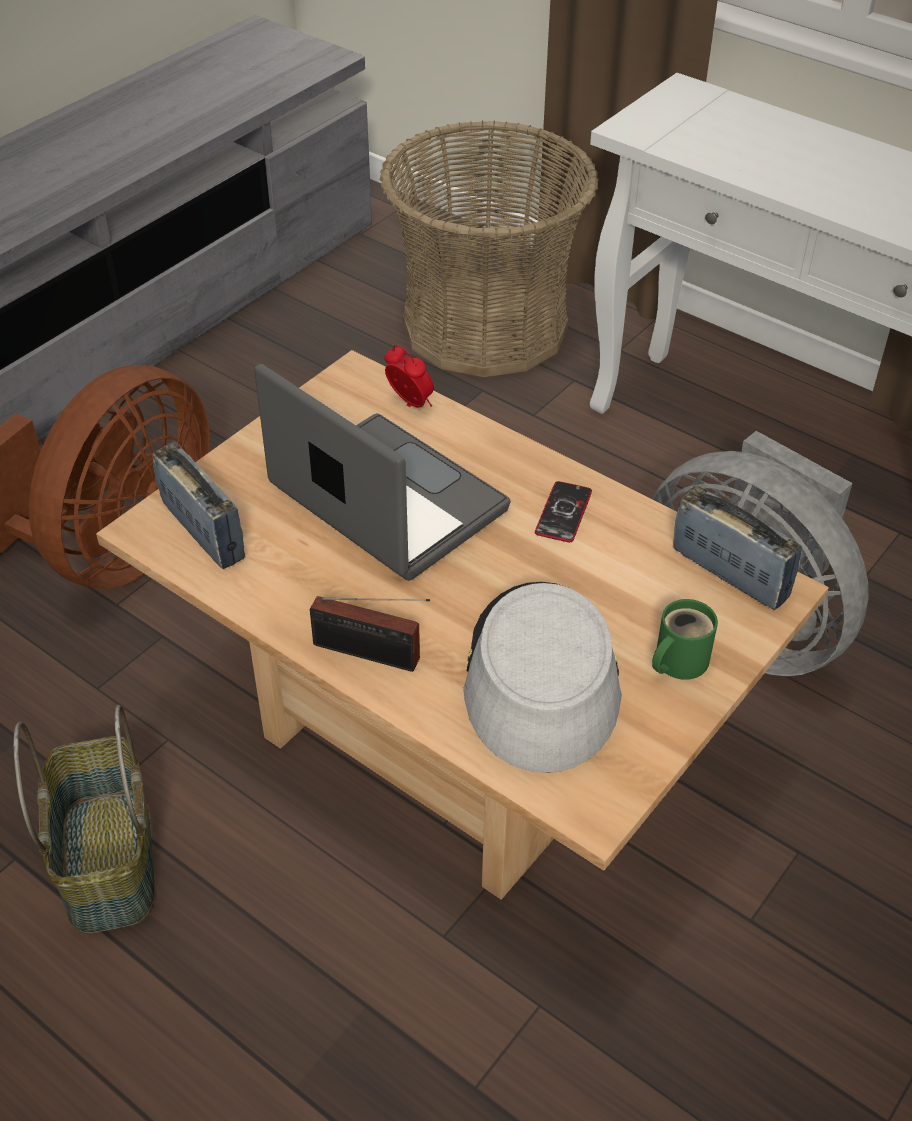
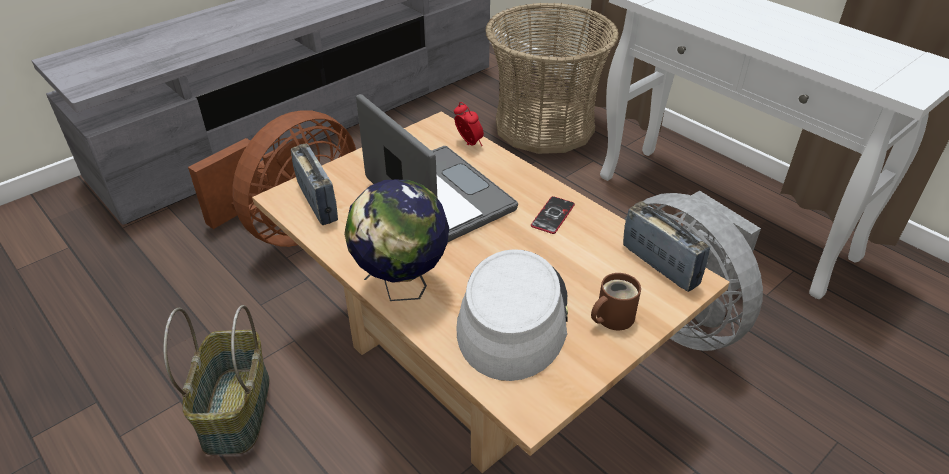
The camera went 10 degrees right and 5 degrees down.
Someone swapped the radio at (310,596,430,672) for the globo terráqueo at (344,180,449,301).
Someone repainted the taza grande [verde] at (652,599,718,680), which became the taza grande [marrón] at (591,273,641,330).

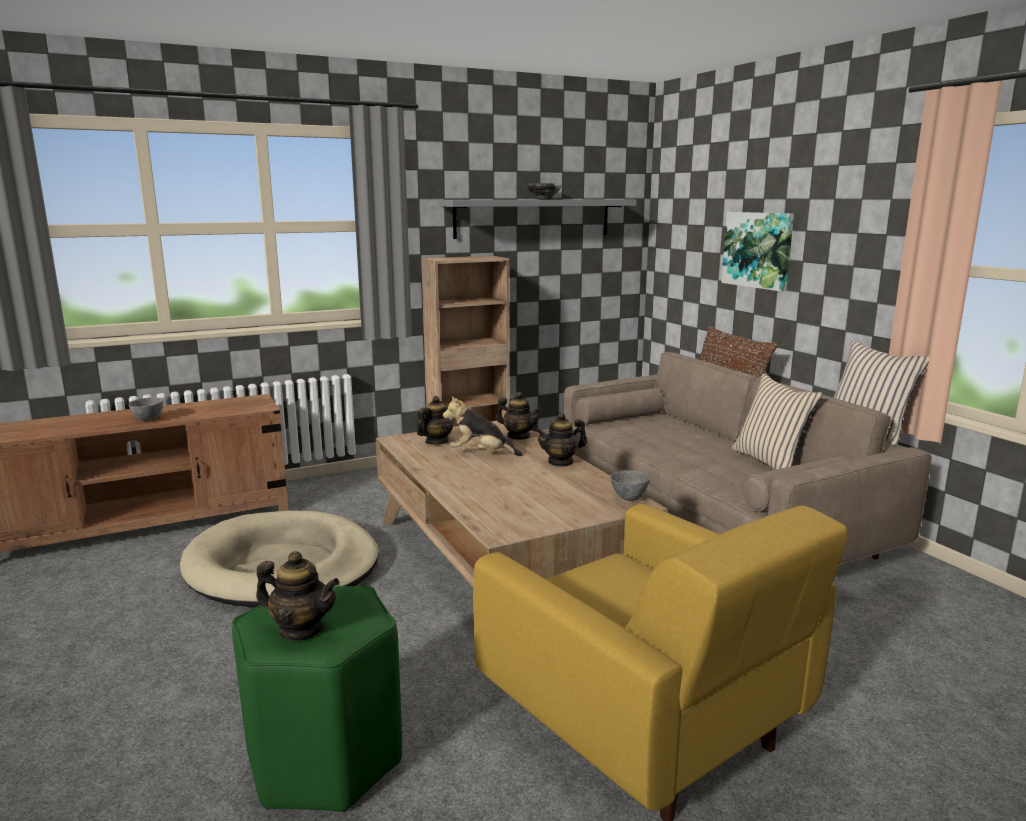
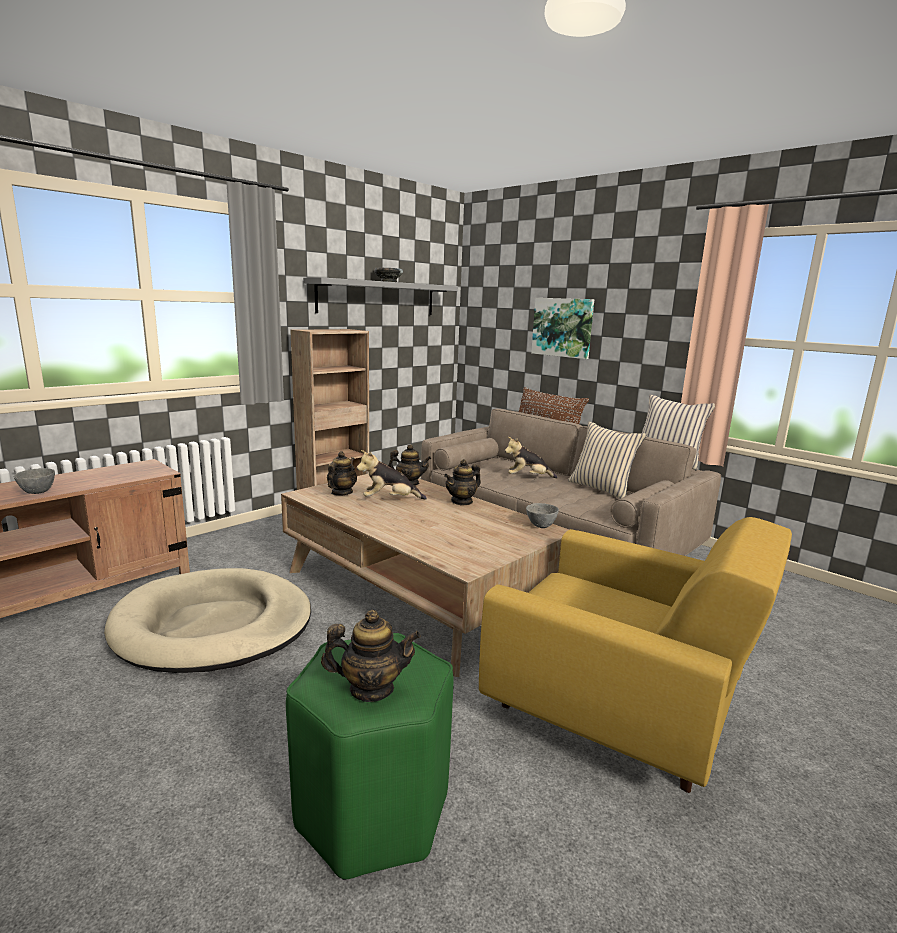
The camera went 20 degrees left and 0 degrees up.
Someone put down the peluche at (505,437,557,478).

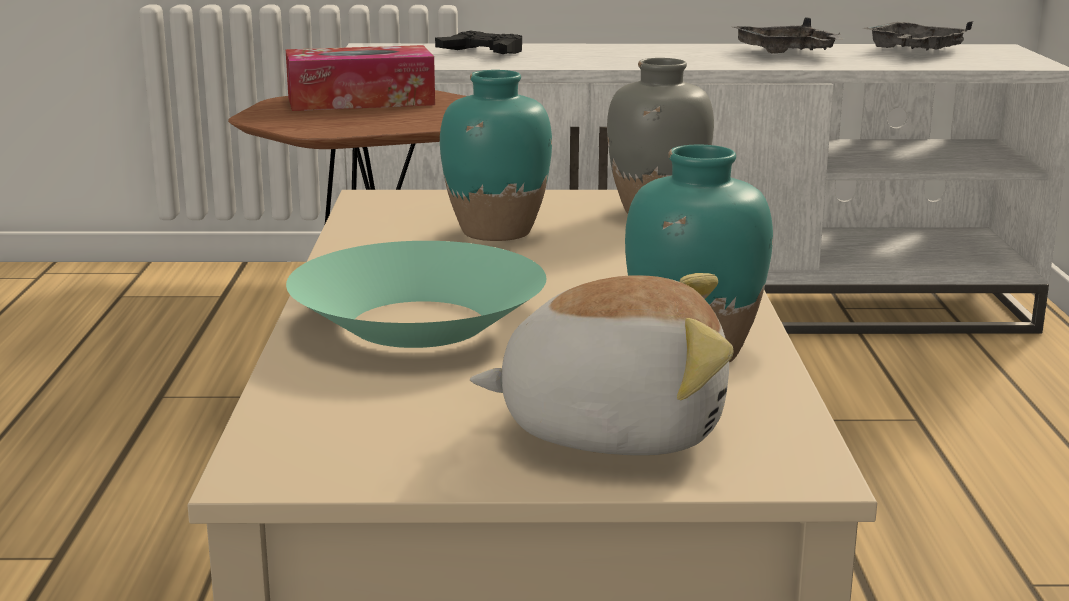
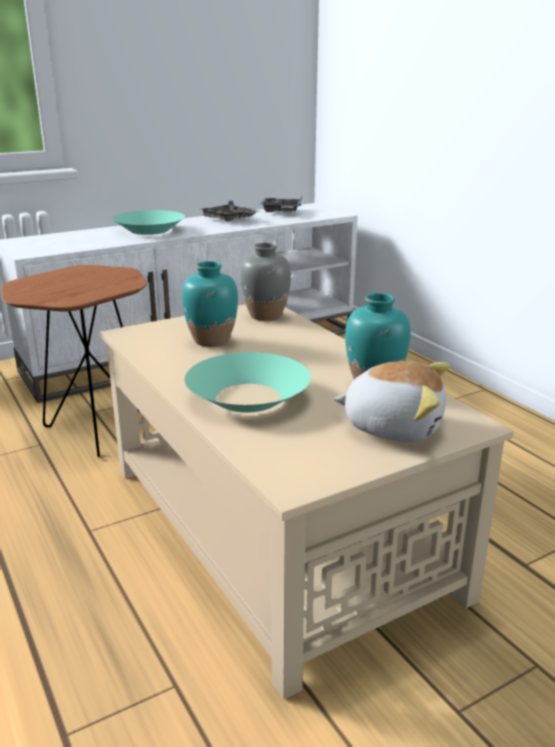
The camera went 30 degrees left and 5 degrees up.
Someone put down the cuenco [turquesa] at (112,210,185,235).
Someone rotated the peluche at (470,273,734,456) by 45 degrees clockwise.
Someone took away the caja de pañuelos at (286,45,435,111).
Someone took away the mando de consola [negro] at (435,31,522,54).

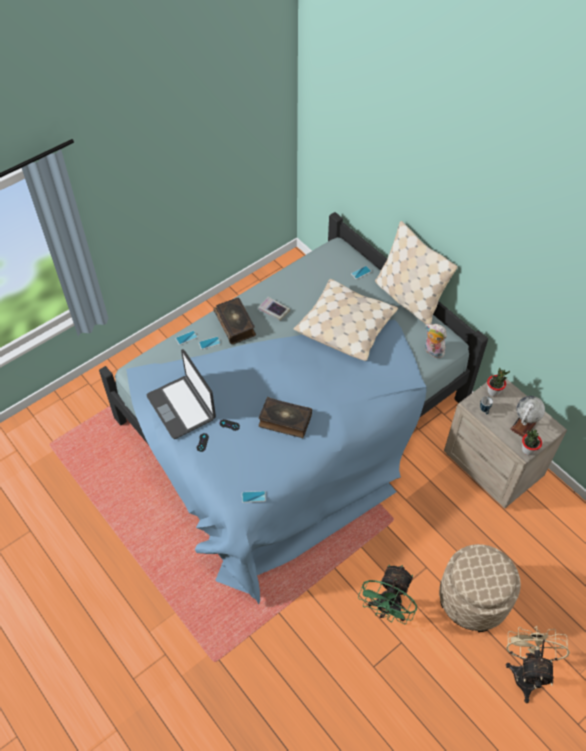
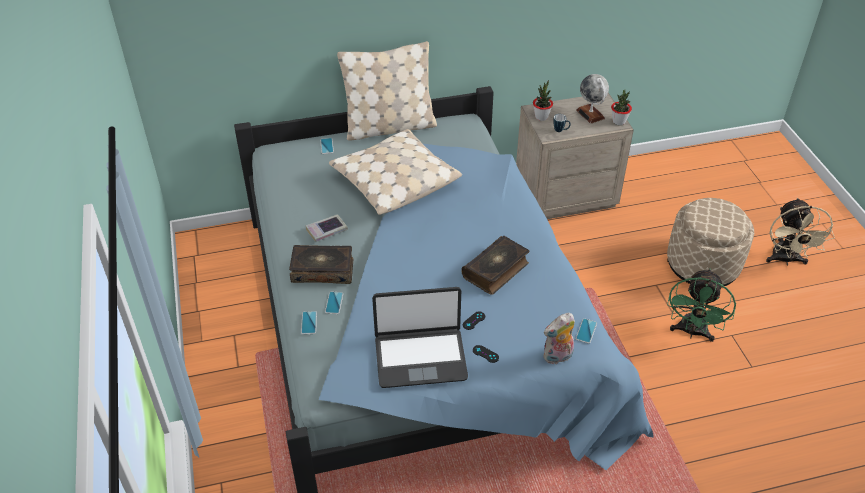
The camera went 65 degrees left and 10 degrees down.
Someone carried the peluche from (425,324,447,358) to (543,313,575,364).
Someone rotated the ventilador [verde] at (358,565,417,625) by 60 degrees clockwise.
Someone rotated the ventilador [beis] at (506,626,570,703) by 120 degrees counterclockwise.

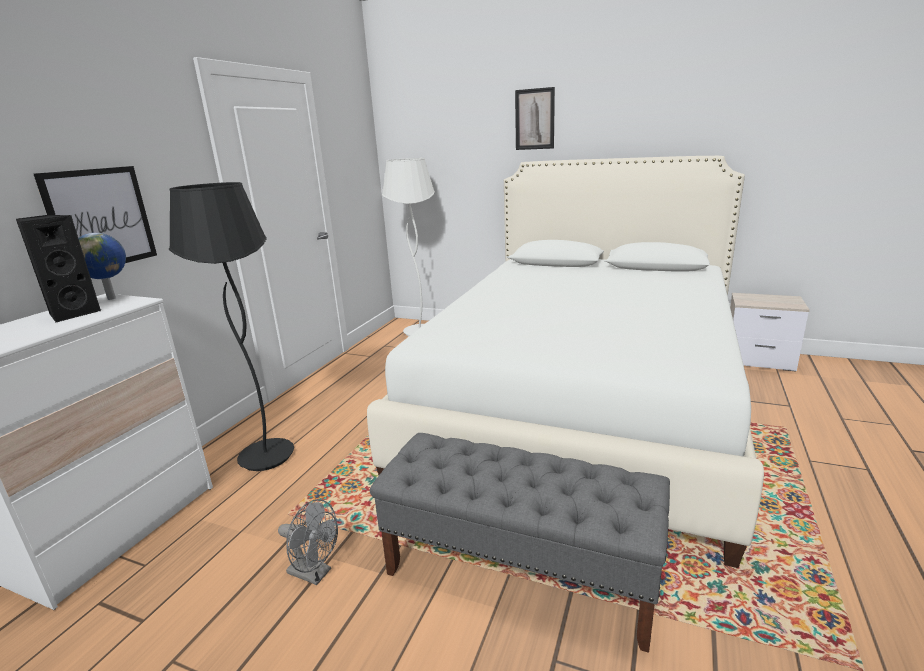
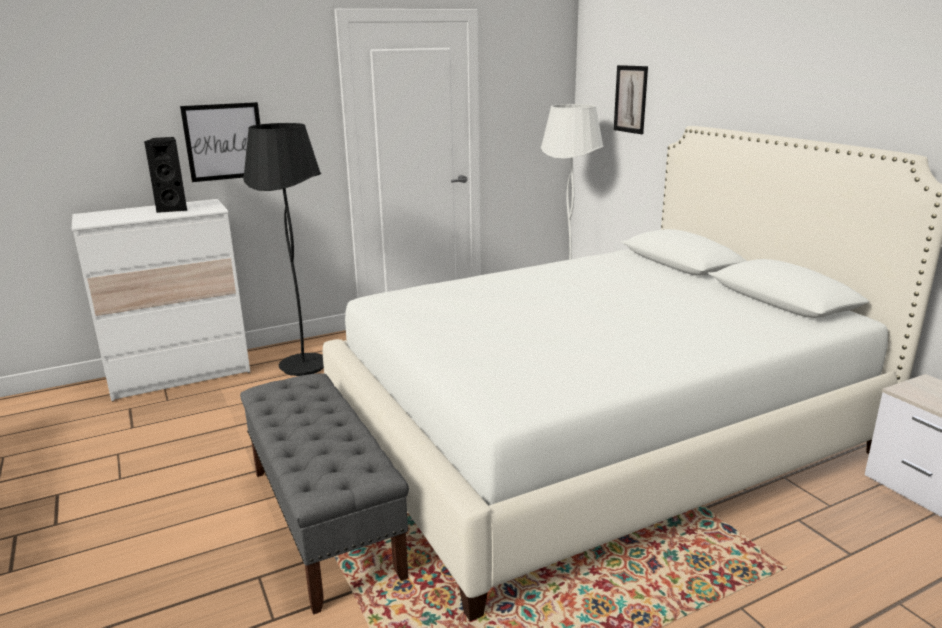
The camera went 40 degrees right and 0 degrees up.
Someone carried the cuadro from (515,87,555,150) to (614,65,648,134).
Someone took away the globo terráqueo at (78,233,126,300).
Someone took away the ventilador [gris] at (278,499,338,585).

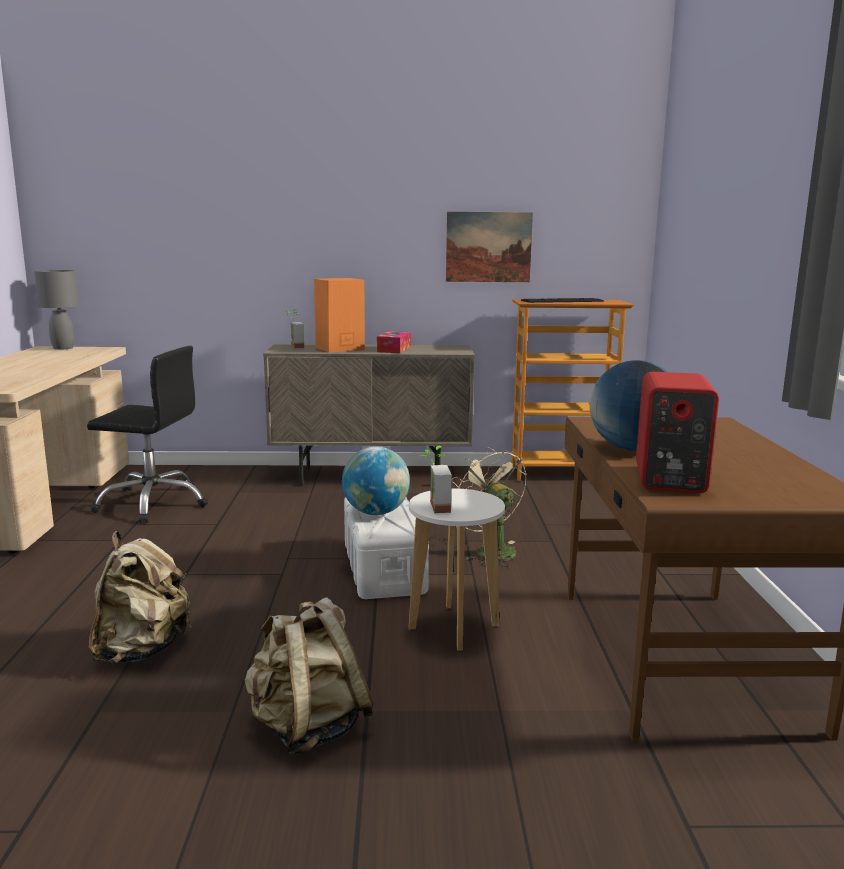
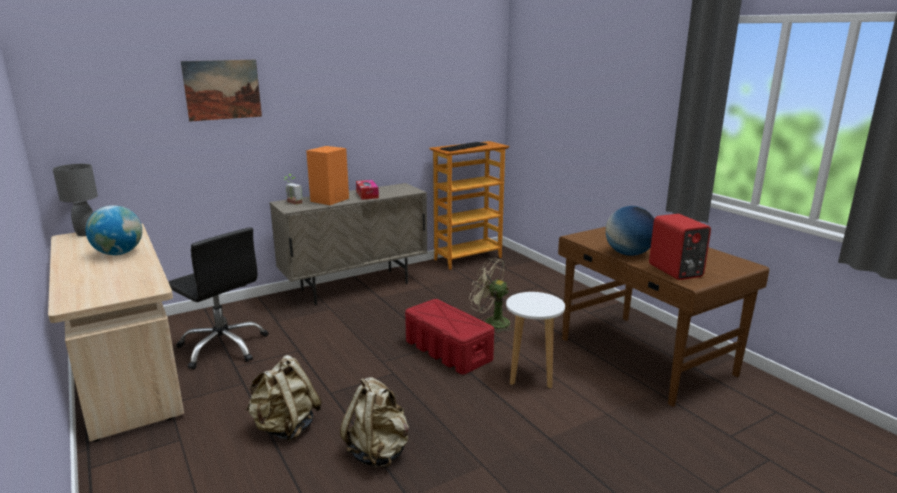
The camera went 30 degrees left and 5 degrees up.
Someone carried the globo terráqueo from (342,447,410,515) to (86,205,142,255).
Someone rotated the silla de oficina [negro] at (87,346,208,523) by 60 degrees clockwise.
Someone carried the cuadro from (446,212,533,282) to (181,60,262,122).
Someone carried the mochila [beis] from (245,597,374,755) to (246,355,322,442).
Someone repainted the caja de almacenaje [blanco] at (344,498,429,599), which became the caja de almacenaje [rojo] at (405,299,494,375).
Someone took away the planta en maceta at (420,446,452,513).

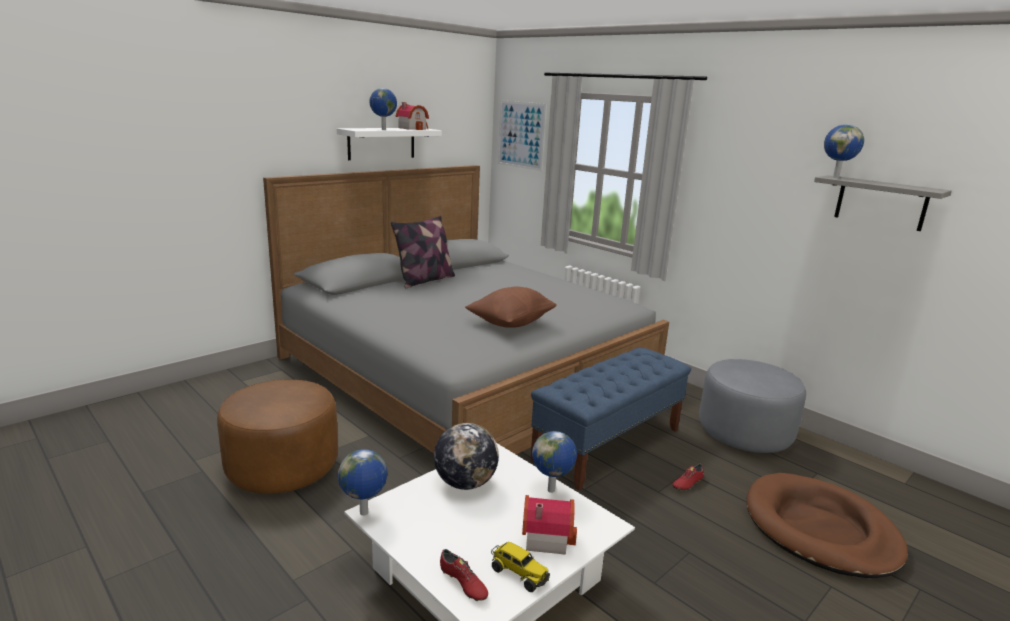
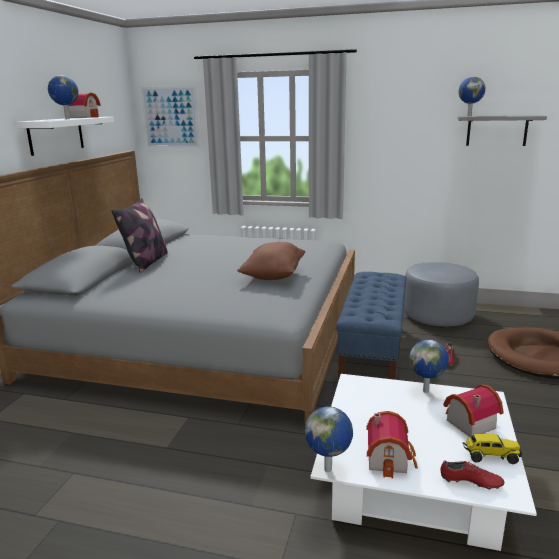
The camera went 30 degrees left and 0 degrees up.
Someone put down the casita at (366,411,418,478).
Someone took away the puf [marrón] at (217,379,338,494).
Someone took away the globo terráqueo at (434,423,499,490).

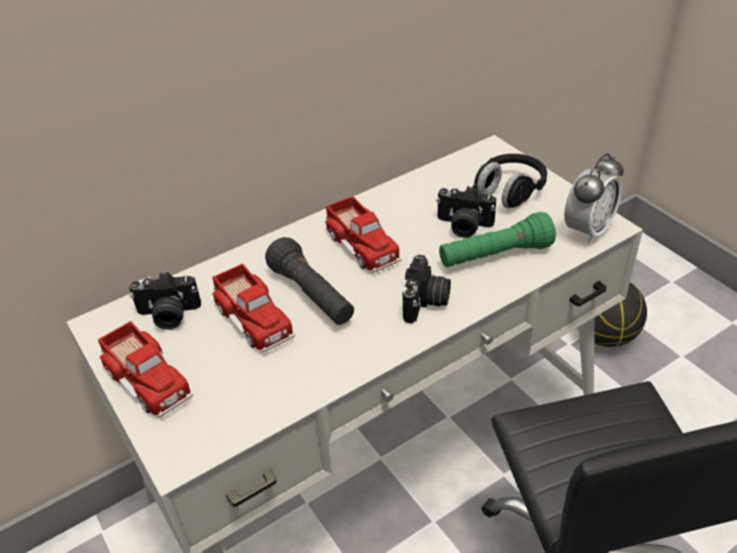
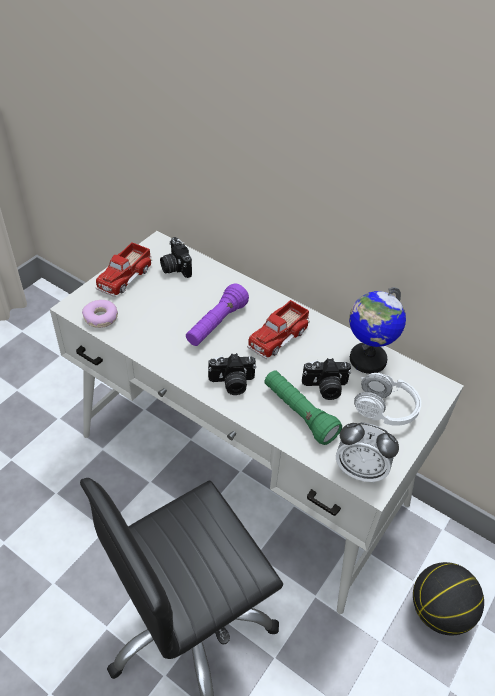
The camera went 65 degrees right and 5 degrees up.
Someone put down the rosquilla at (82,300,118,328).
Someone repainted the linterna [negro] at (265,237,354,325), which became the linterna [morado] at (186,283,249,346).
Someone rotated the cámara at (436,186,496,238) by 90 degrees counterclockwise.
Someone put down the globo terráqueo at (349,287,406,374).
Someone repainted the auriculares [negro] at (472,154,547,208), which became the auriculares [blanco] at (354,373,421,426).
Someone took away the camión de juguete at (212,264,295,352).

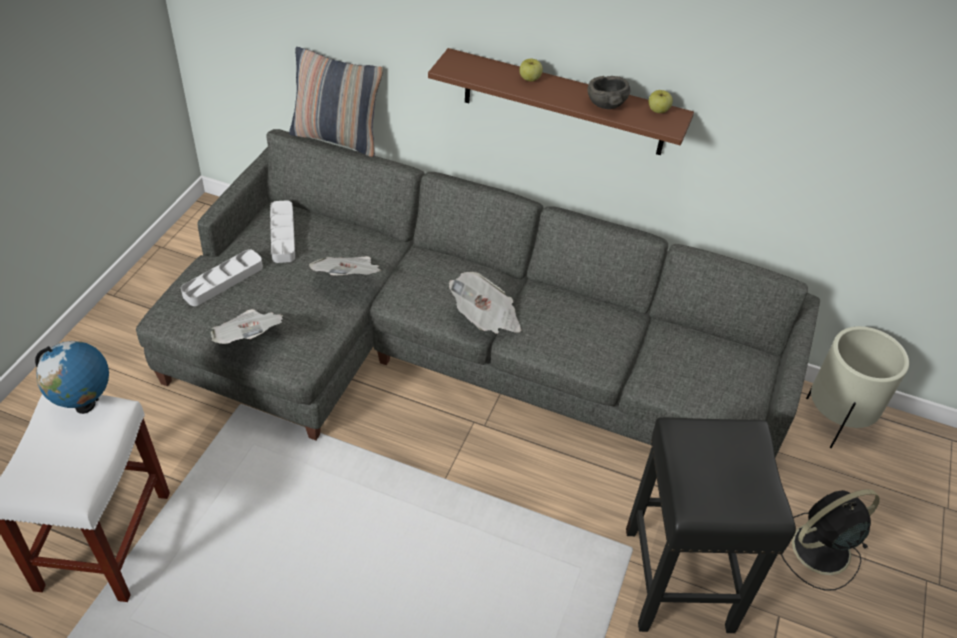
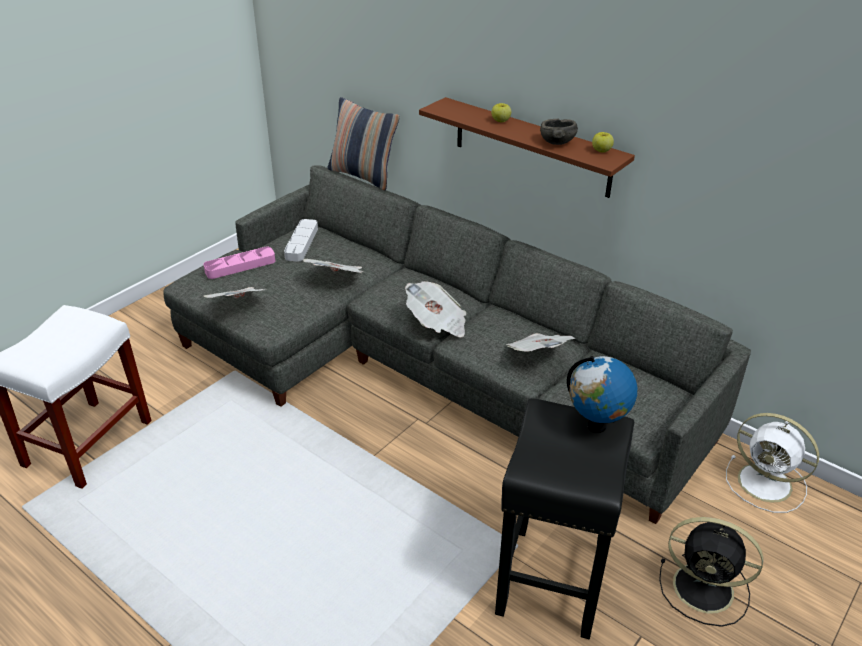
The camera went 20 degrees right and 10 degrees down.
Someone repainted the bandeja [gris] at (181,249,263,306), which became the bandeja [rosa] at (203,247,275,279).
Someone put down the periódico at (506,333,575,352).
Someone carried the globo terráqueo from (35,341,109,414) to (567,356,637,433).
Someone rotated the ventilador [negro] at (781,489,880,591) by 150 degrees counterclockwise.
Someone swapped the maceta [beis] at (806,326,909,448) for the ventilador [blanco] at (726,413,819,513).

